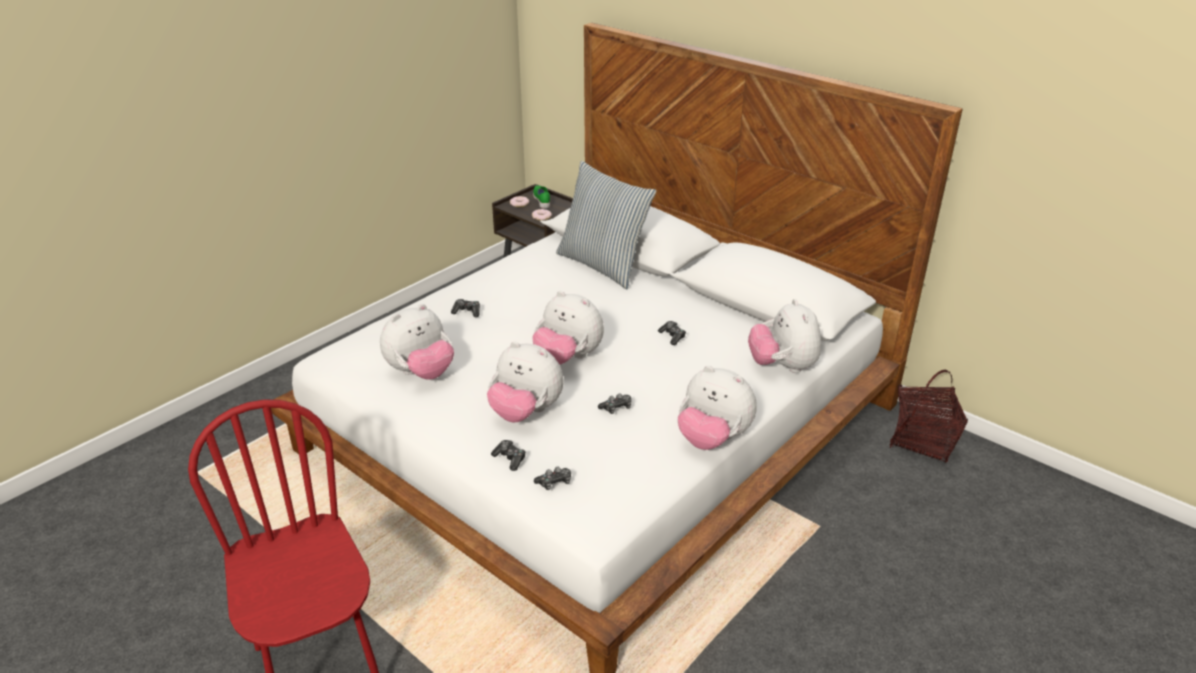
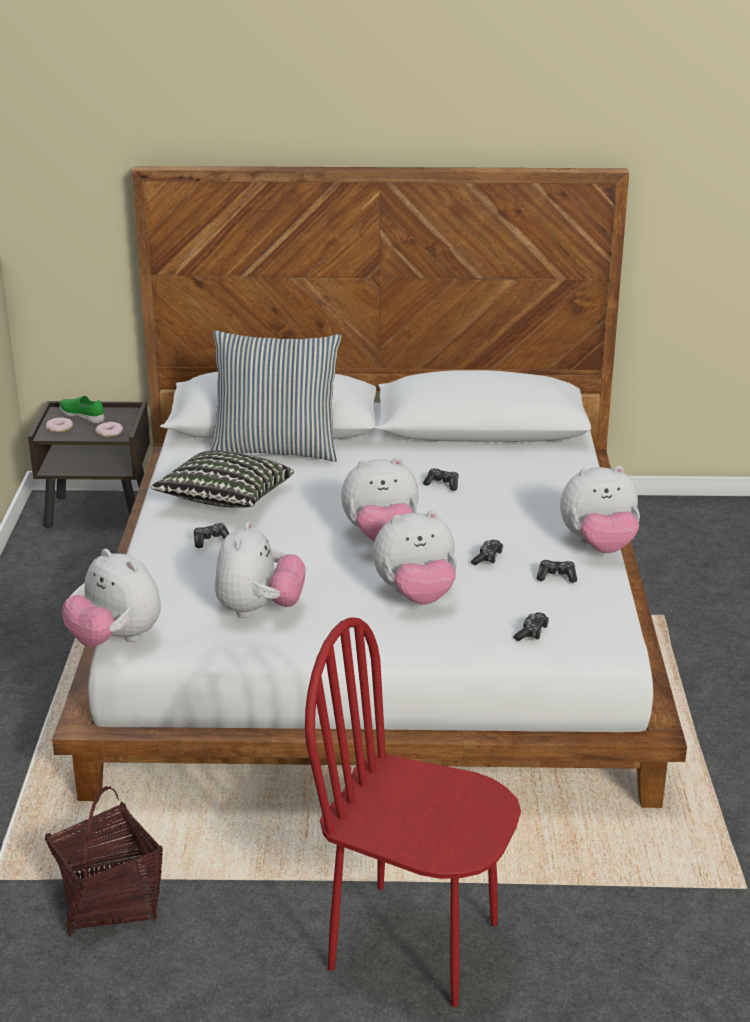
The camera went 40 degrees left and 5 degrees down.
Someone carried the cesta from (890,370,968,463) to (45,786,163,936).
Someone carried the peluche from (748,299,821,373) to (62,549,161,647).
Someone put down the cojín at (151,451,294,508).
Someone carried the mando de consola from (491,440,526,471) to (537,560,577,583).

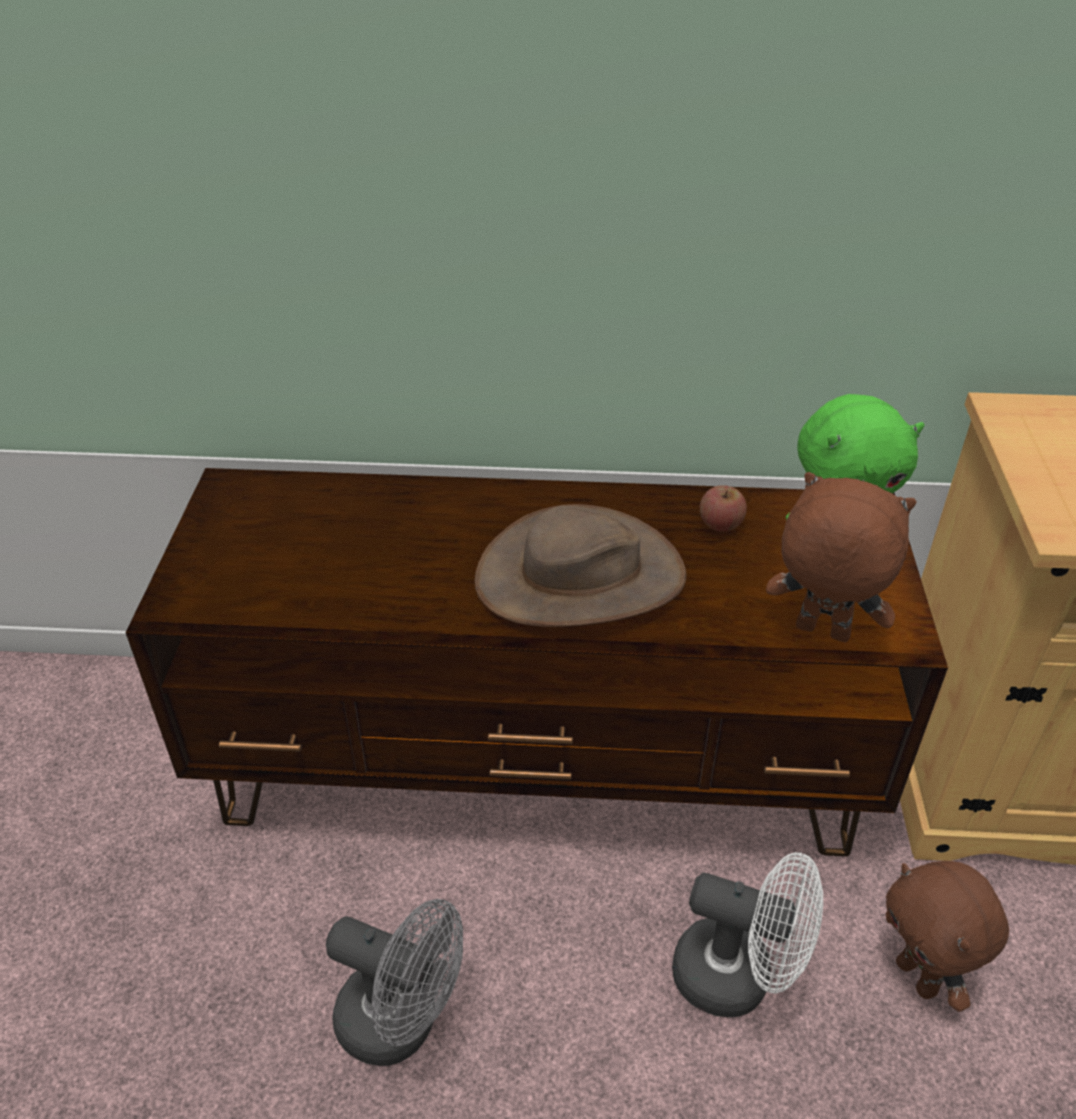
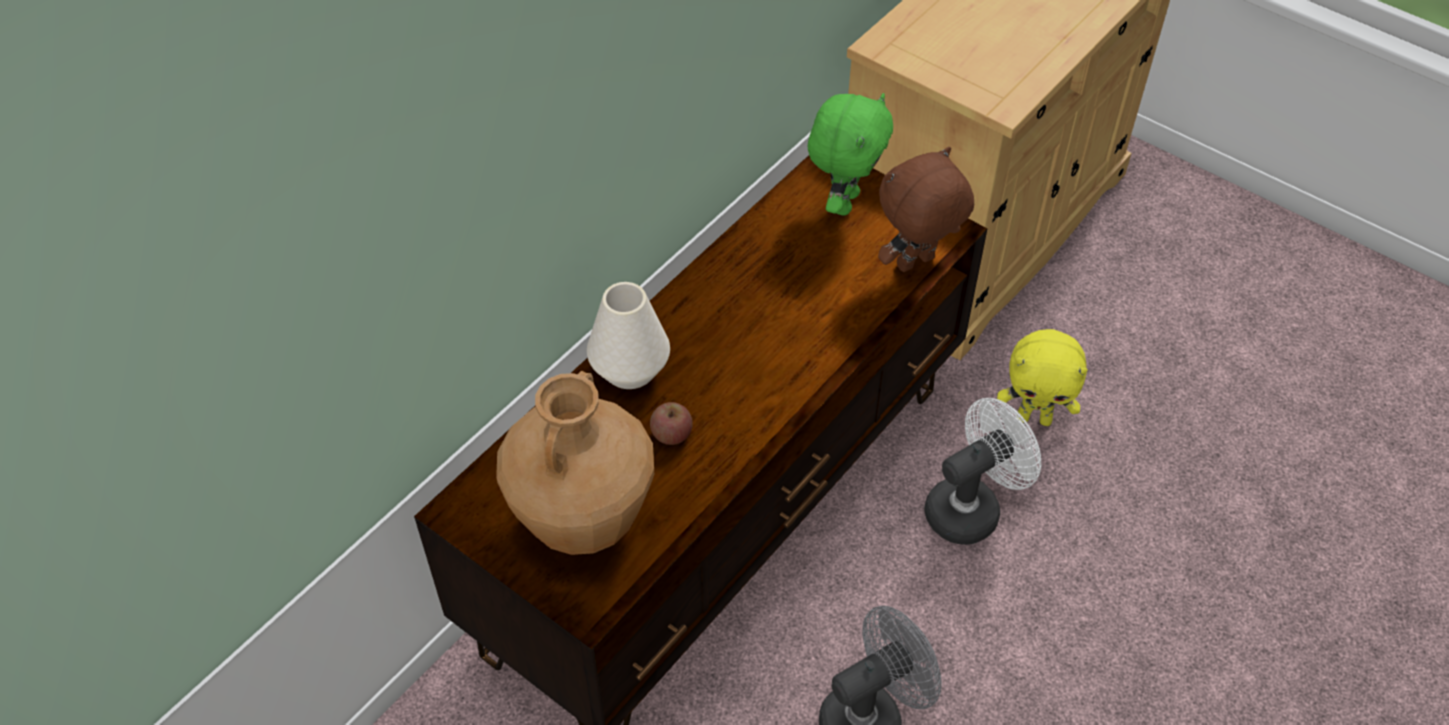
The camera went 55 degrees left and 10 degrees up.
Someone put down the florero [marrón] at (496,371,654,555).
Someone put down the florero [blanco] at (587,282,670,389).
Someone carried the manzana from (700,485,747,532) to (650,402,692,445).
Someone repainted the peluche [marrón] at (885,861,1009,1012), which became the peluche [amarillo] at (997,329,1088,426).
Someone took away the sombrero [marrón] at (474,504,686,627).

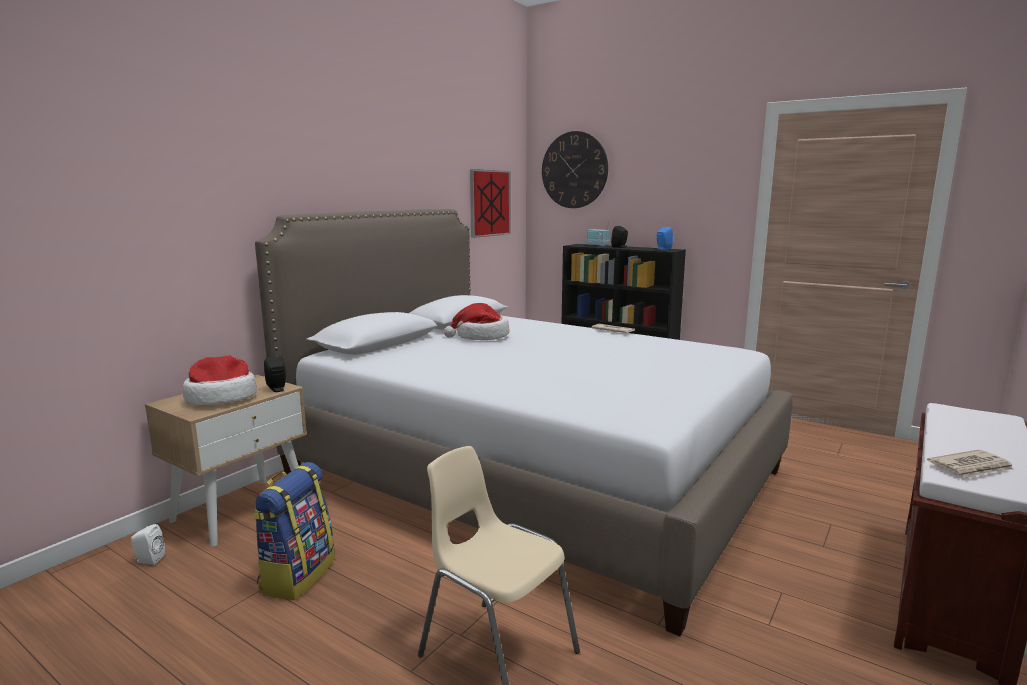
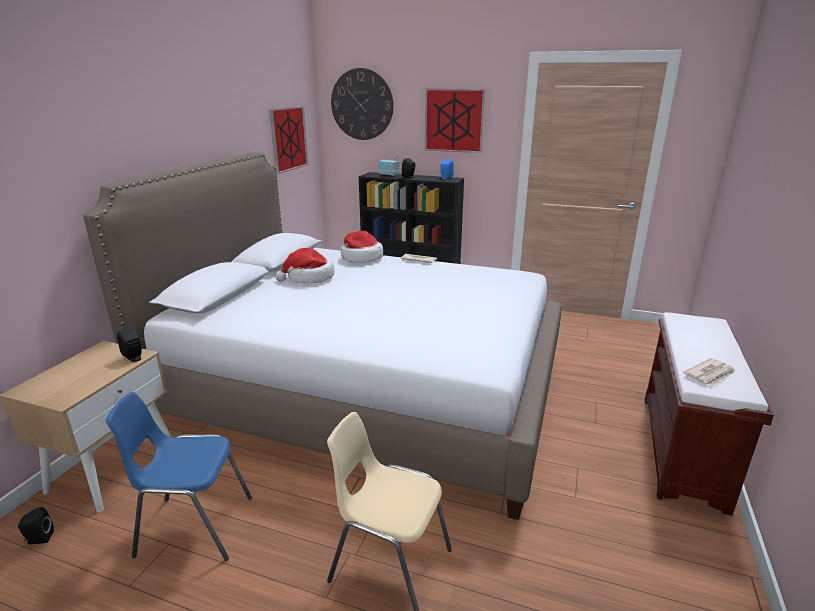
The camera went 15 degrees left and 10 degrees up.
Someone repainted the altavoz [blanco] at (131,524,165,565), which became the altavoz [negro] at (18,507,54,544).
Someone swapped the mochila at (252,462,335,600) for the silla [azul] at (106,392,252,561).
Someone carried the sombrero from (183,355,257,405) to (341,231,383,263).
Someone put up the cuadro at (425,89,485,153).

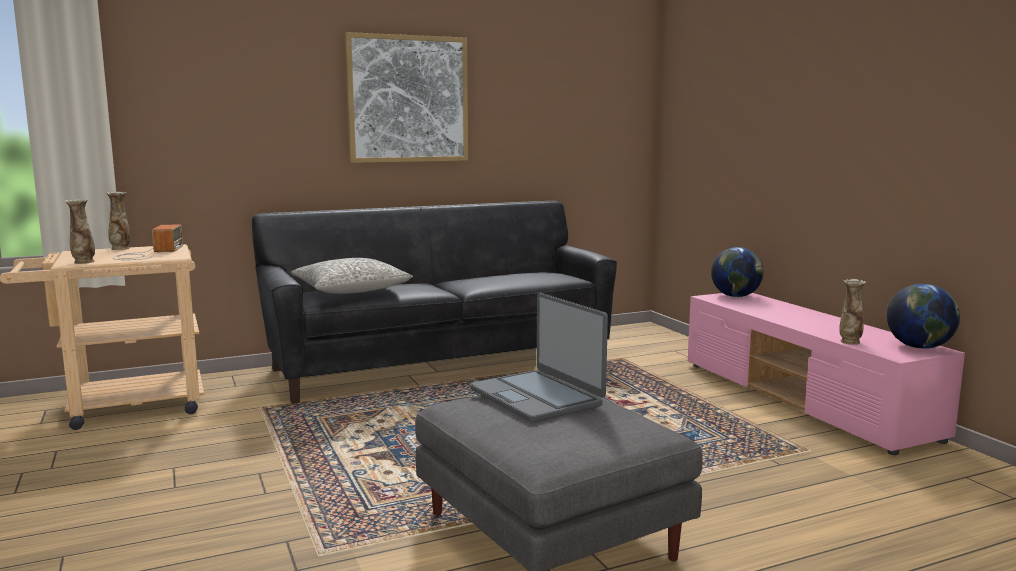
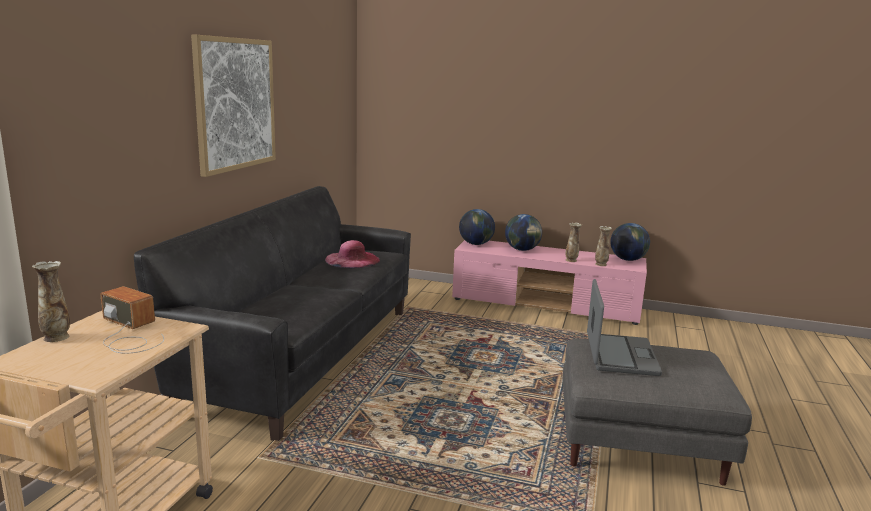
The camera went 50 degrees left and 5 degrees up.
Someone put down the sombrero [rosa] at (325,240,380,268).
Someone put down the globo terráqueo at (505,214,542,251).
Someone carried the florero from (65,199,95,264) to (565,223,582,262).
Someone rotated the portátil at (470,293,608,423) by 90 degrees counterclockwise.
Someone took away the cojín [gris] at (291,258,413,294).

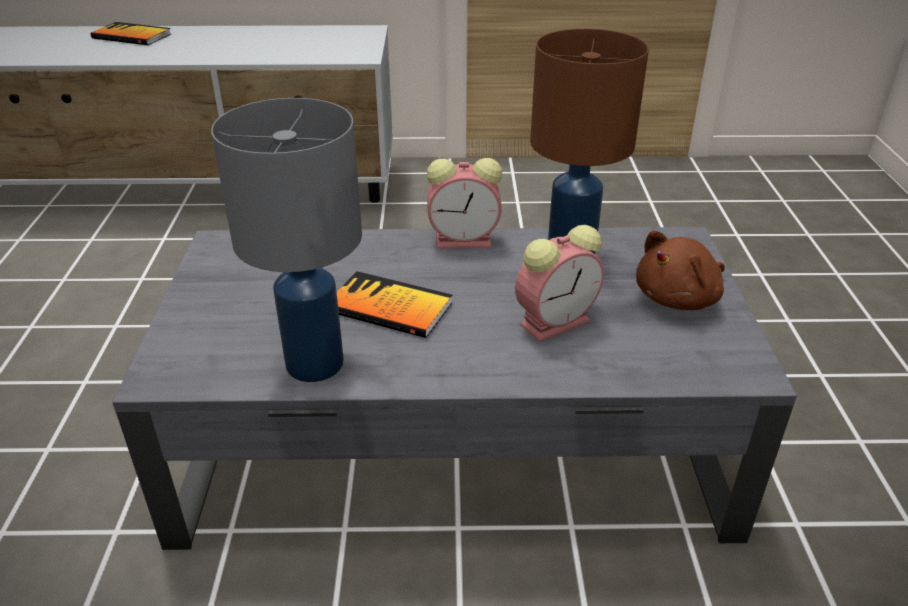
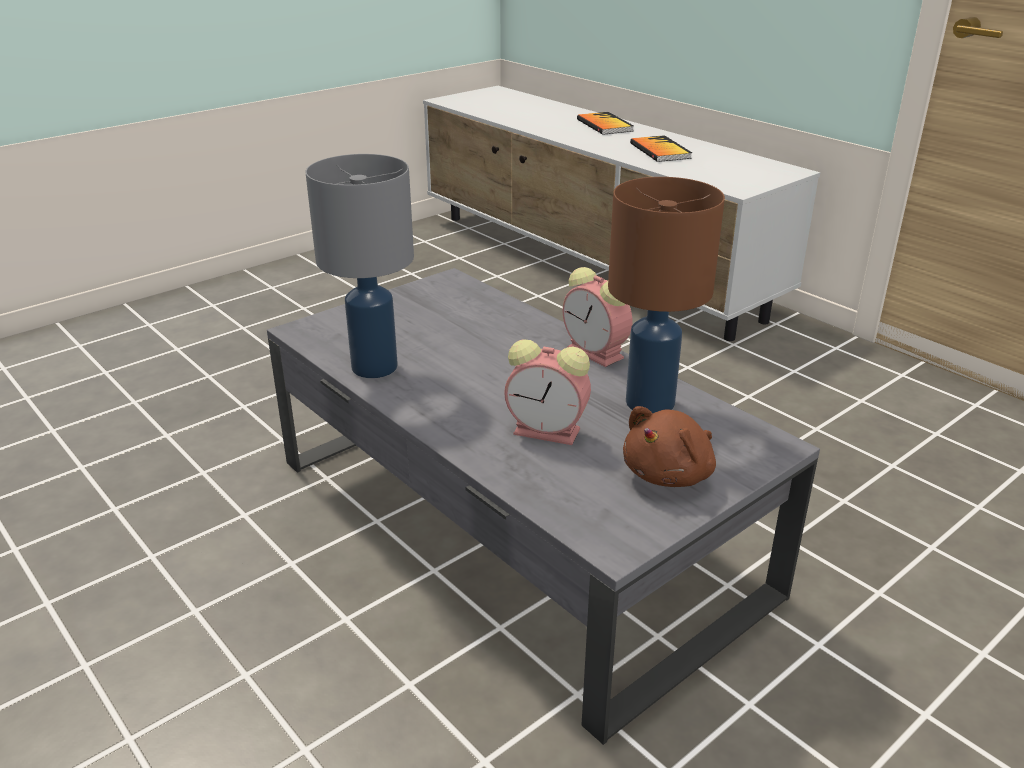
The camera went 50 degrees right and 5 degrees down.
Someone rotated the peluche [marrón] at (636,231,725,310) by 60 degrees counterclockwise.
Someone carried the libro from (337,271,452,338) to (630,135,692,162).

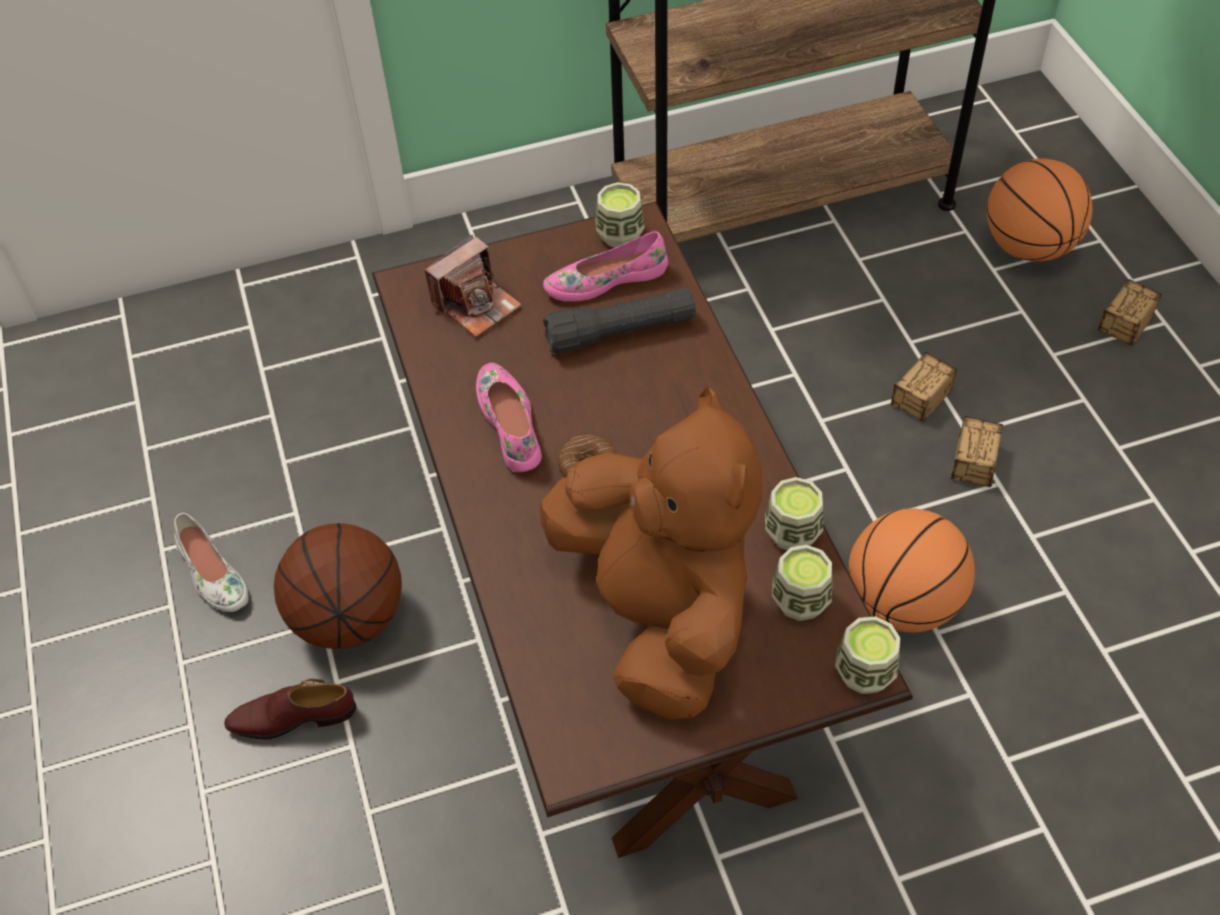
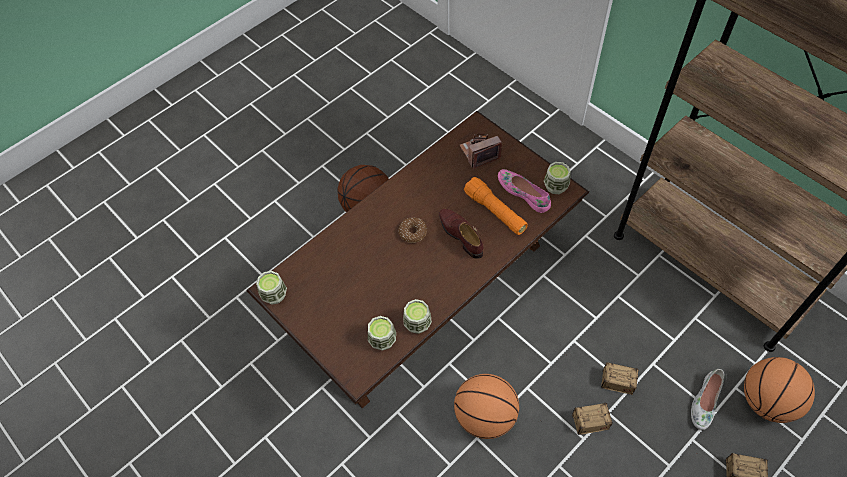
The camera went 65 degrees right and 5 degrees up.
Someone carried the taza from (835,616,900,694) to (256,271,287,305).
Someone carried the zapato [marrón] from (224,679,356,740) to (439,209,483,259).
Someone rotated the cámara at (425,235,522,337) by 135 degrees clockwise.
Someone repainted the linterna [negro] at (543,288,696,354), which became the linterna [naranja] at (464,177,528,235).
Someone carried the zapato [blanco] from (174,513,249,612) to (691,369,725,430).
Someone took away the zapato [rosa] at (476,363,542,472).
Someone took away the peluche [marrón] at (540,385,762,720).

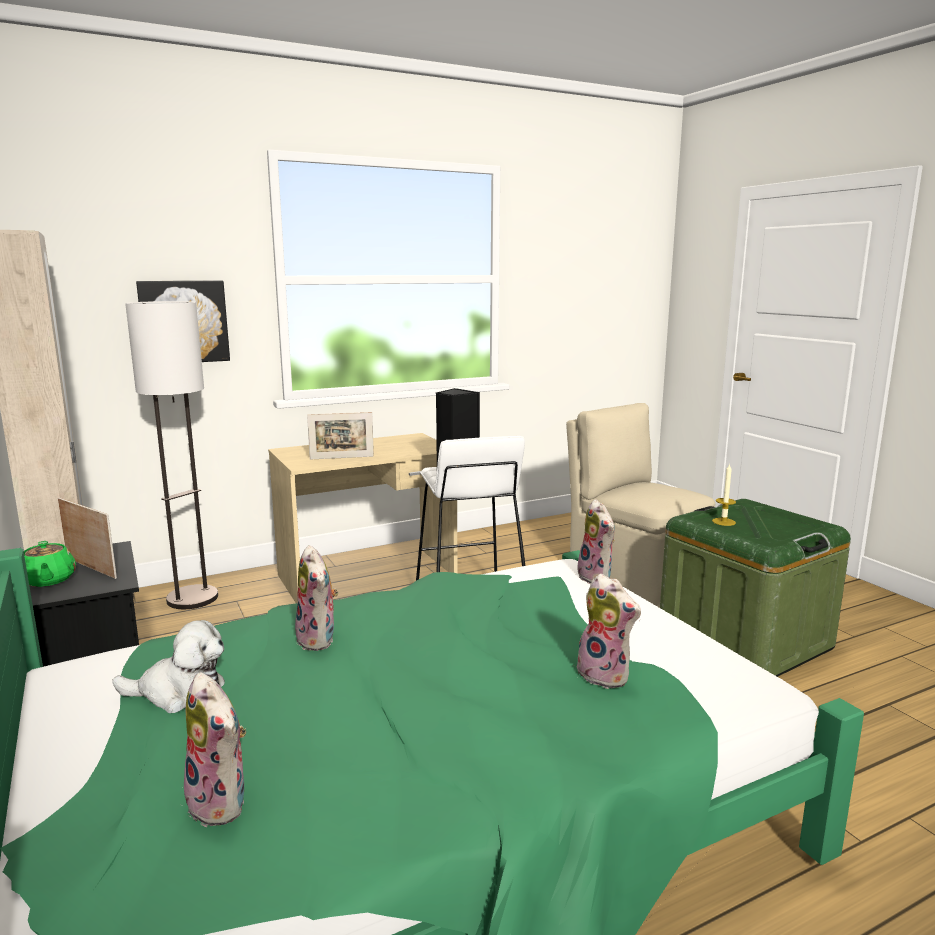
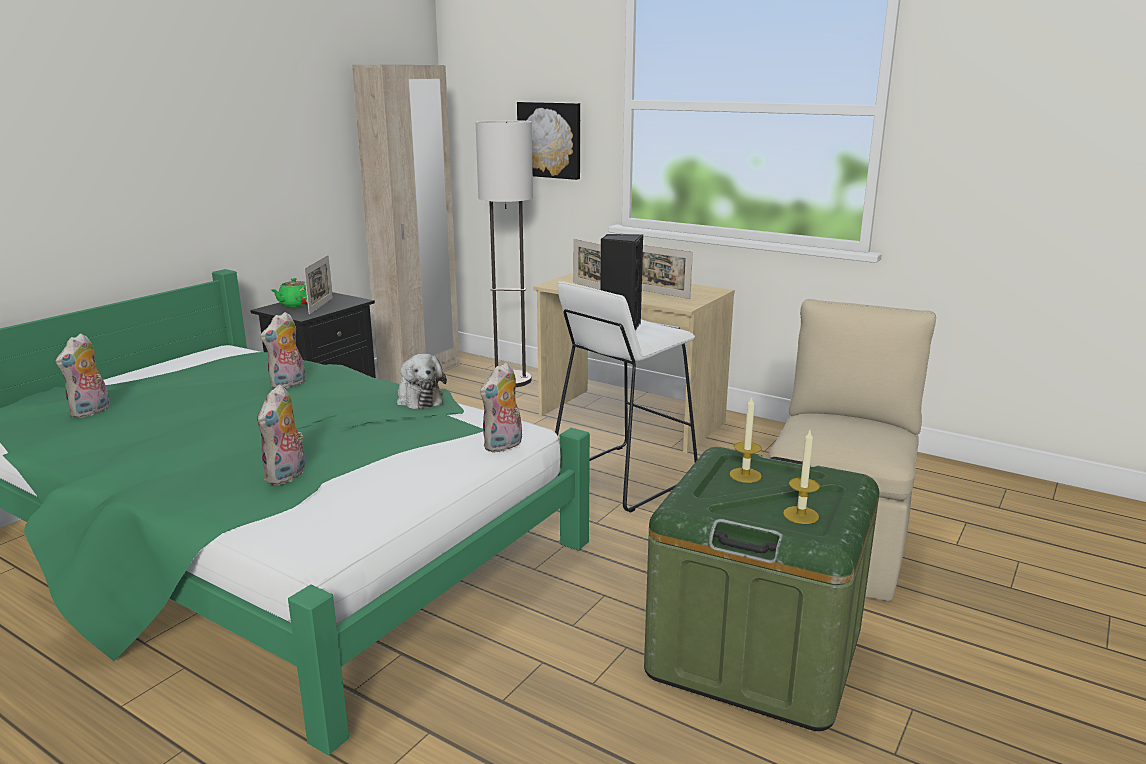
The camera went 60 degrees right and 5 degrees up.
Someone carried the peluche from (112,620,225,713) to (397,354,447,409).
Someone put down the portarretratos at (642,245,693,299).
Someone put down the vela at (783,430,820,524).

